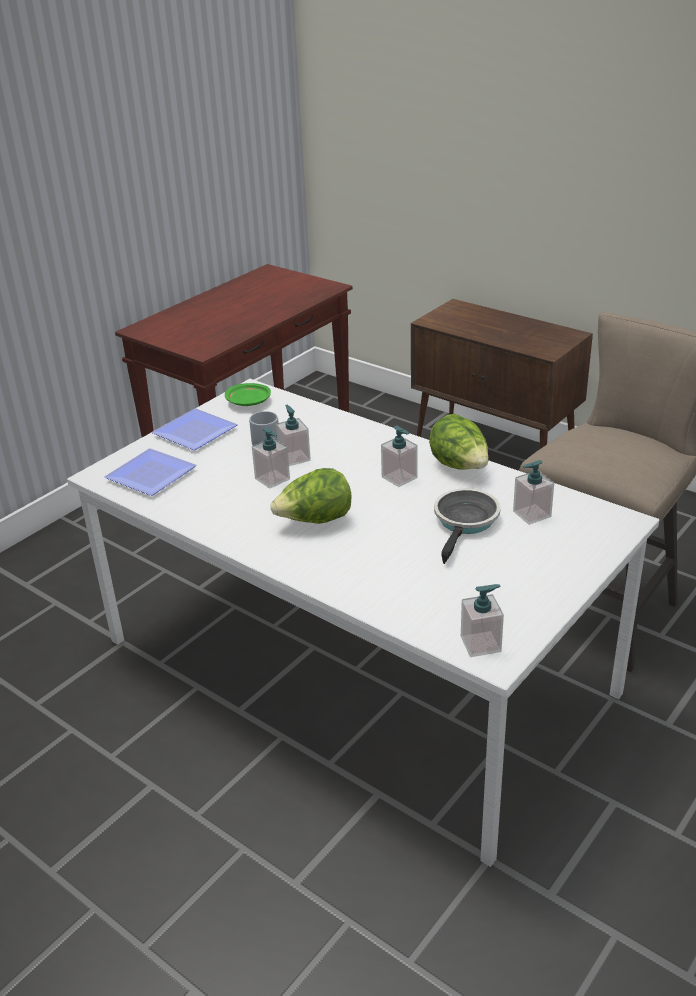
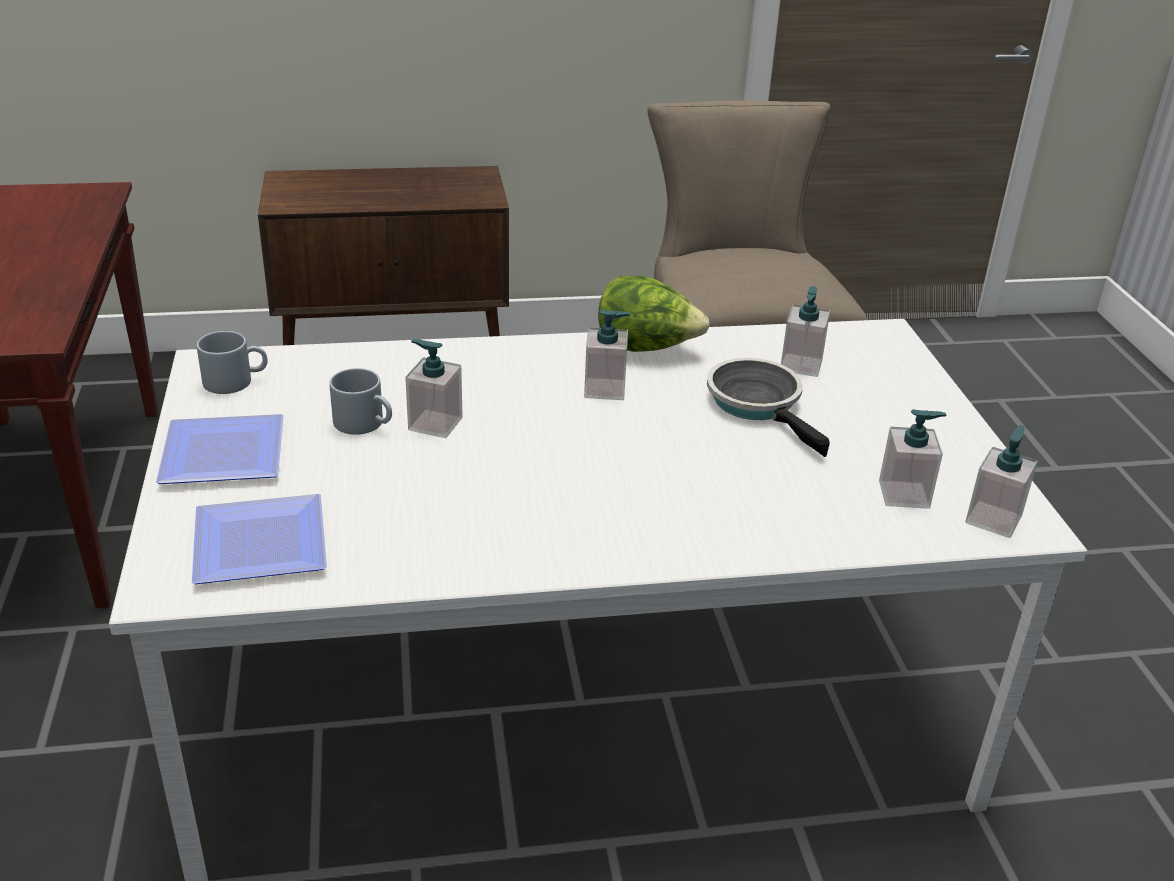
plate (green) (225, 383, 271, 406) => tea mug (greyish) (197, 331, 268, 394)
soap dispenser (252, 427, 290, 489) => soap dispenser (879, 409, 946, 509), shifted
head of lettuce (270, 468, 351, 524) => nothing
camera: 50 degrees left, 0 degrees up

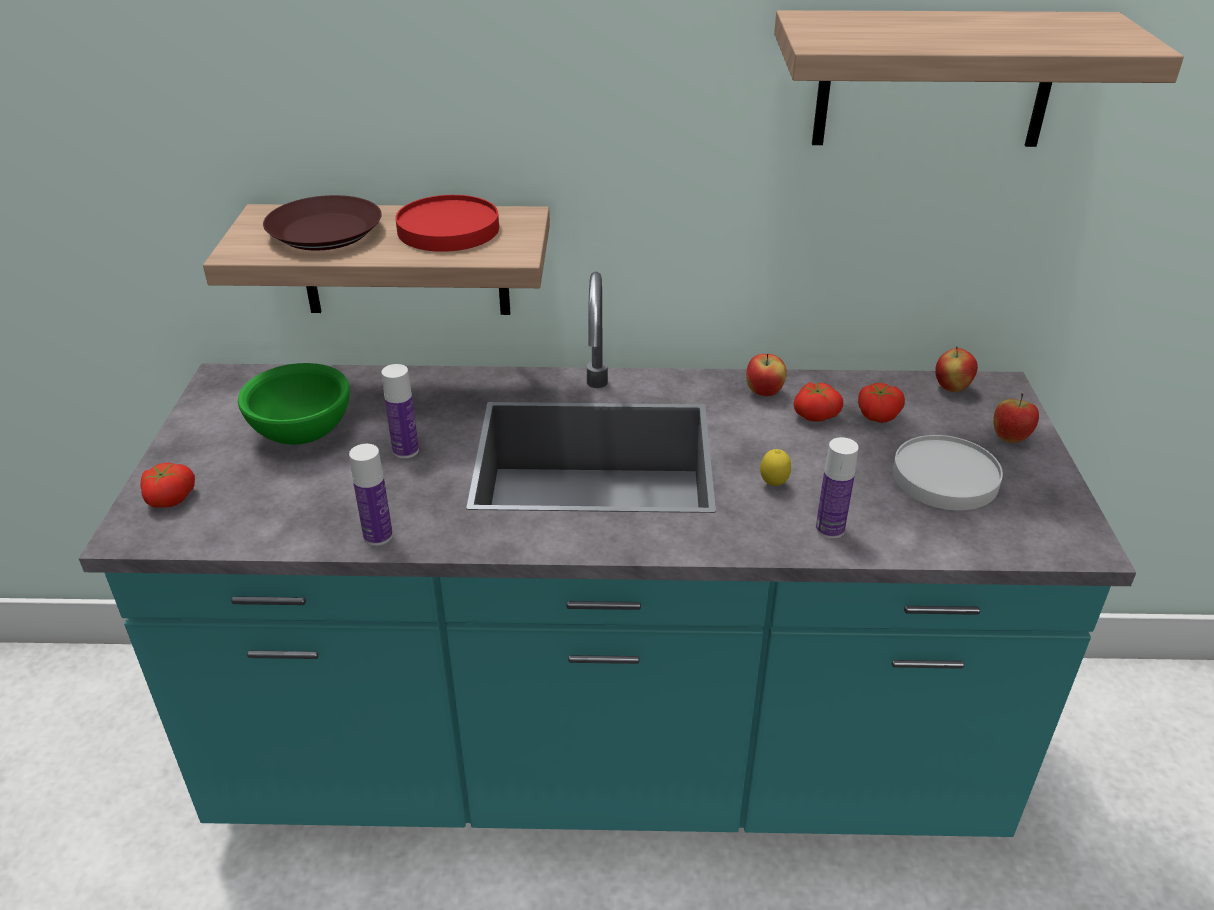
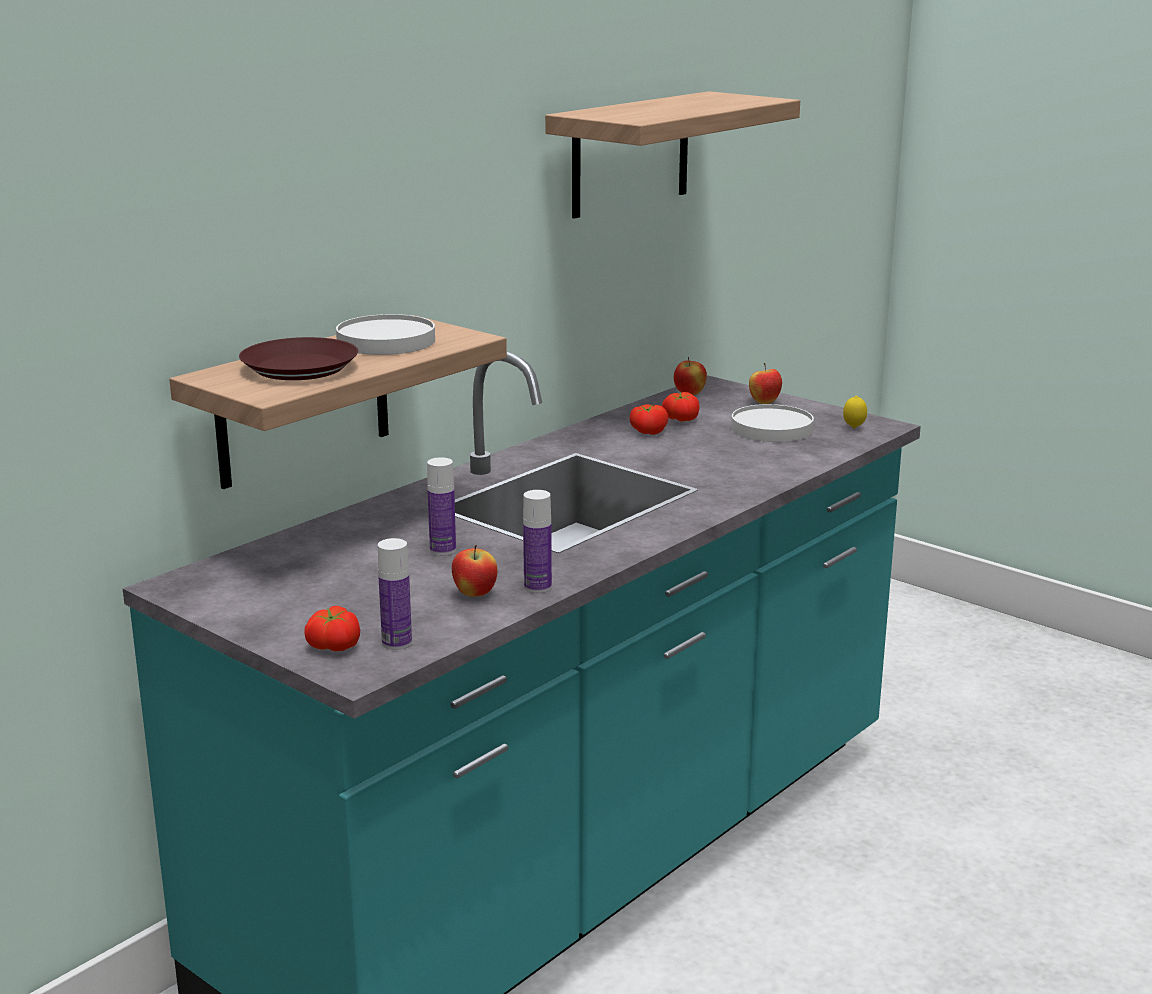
plate (red) (395, 195, 499, 252) => plate (white-coloured) (336, 314, 435, 355)
bottle (816, 437, 859, 539) => bottle (378, 538, 412, 650), shifted
whole apple (746, 354, 787, 396) => whole apple (452, 545, 497, 597), shifted
lemon (760, 449, 791, 486) => lemon (843, 396, 867, 428), shifted
bowl (green) (238, 363, 350, 445) => nothing
camera: 50 degrees left, 15 degrees down

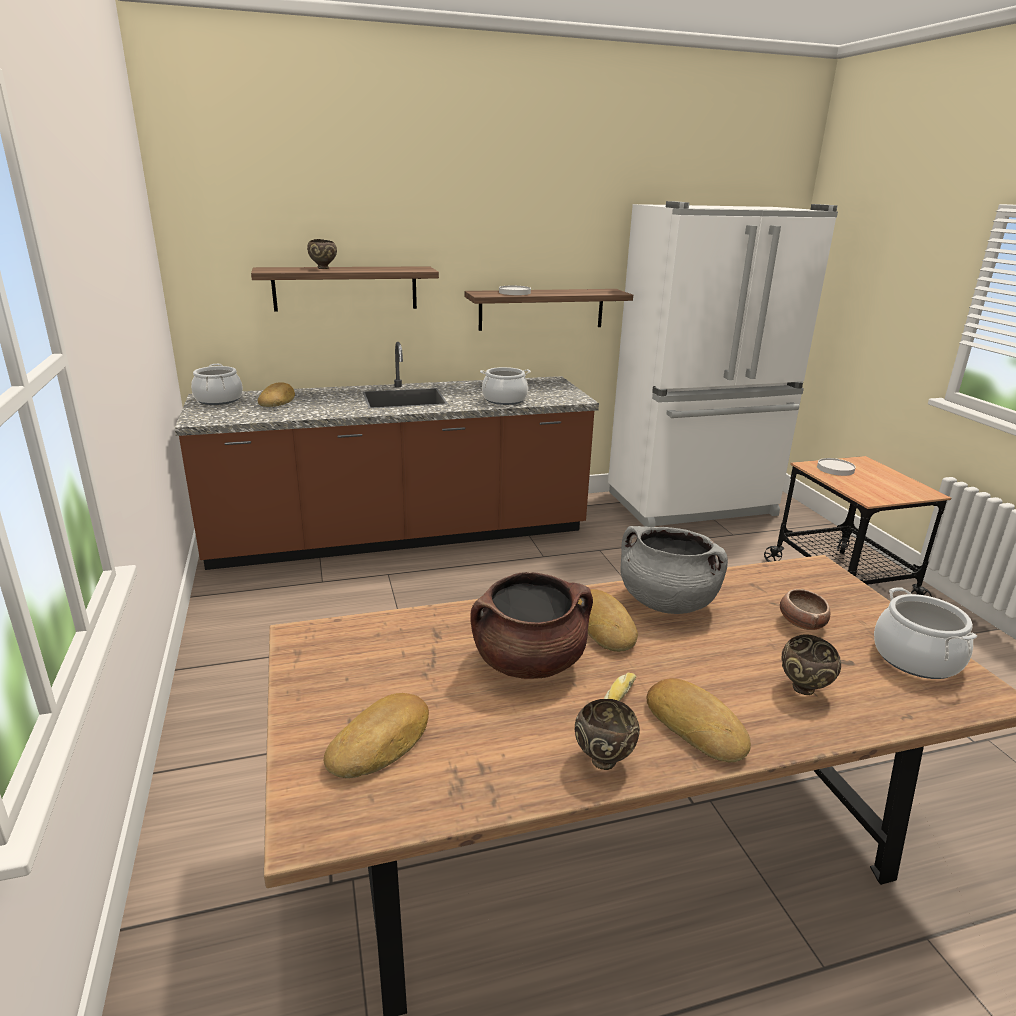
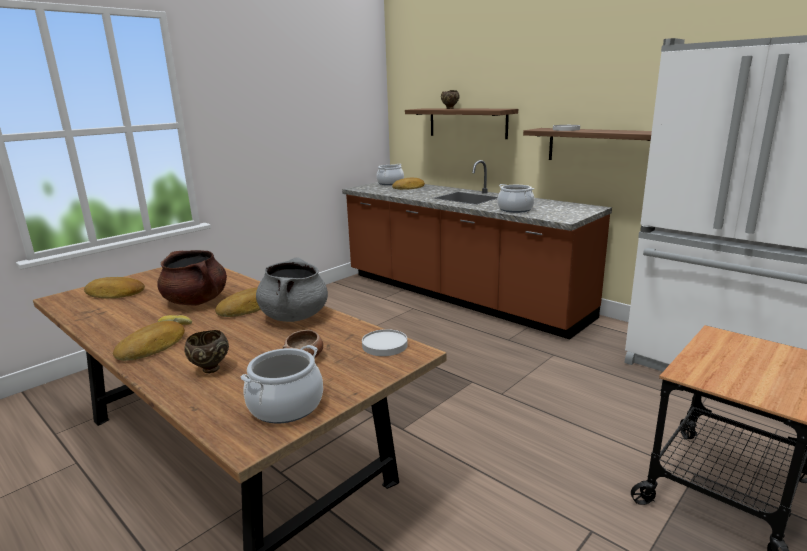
plate (white-coloured) (817, 458, 856, 476) => plate (white-coloured) (362, 329, 408, 356), shifted
bowl (brownish) (575, 699, 640, 770) => nothing
camera: 60 degrees right, 5 degrees down

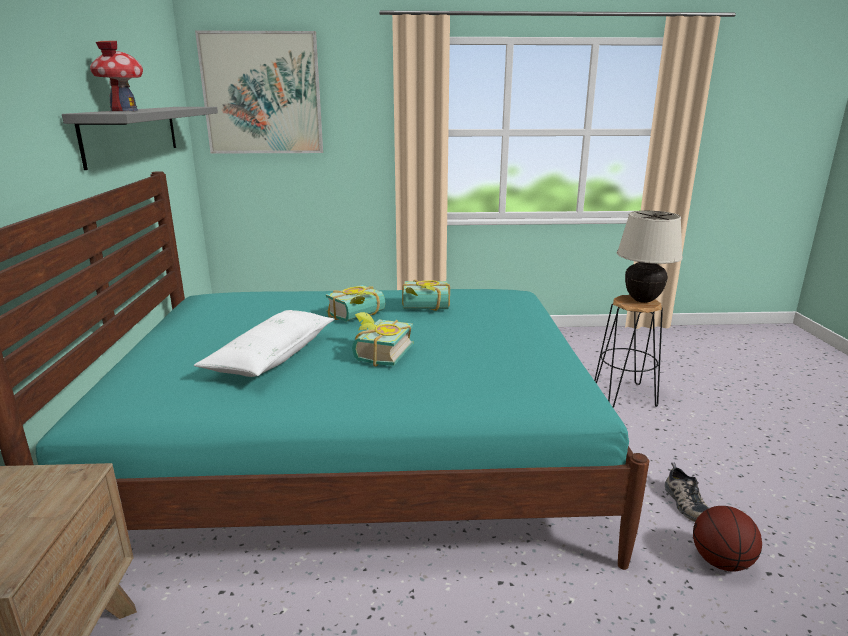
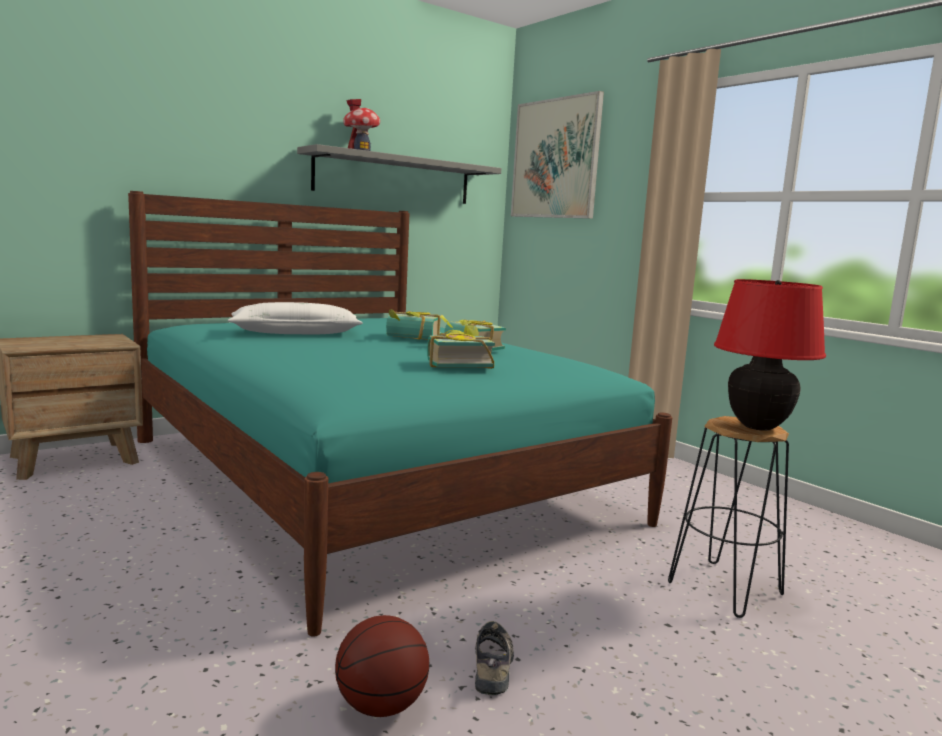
book (352, 312, 413, 367) => book (427, 324, 495, 369), shifted
shoe (665, 462, 709, 522) => shoe (475, 621, 514, 695), 135 degrees clockwise
lamp for a table (sand-coloured) (617, 210, 683, 303) => lamp for a table (red) (714, 279, 826, 431)
camera: 55 degrees right, 10 degrees down

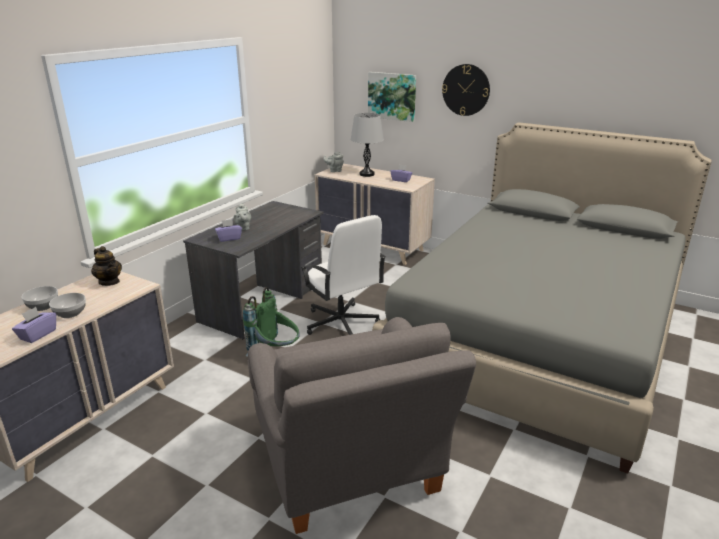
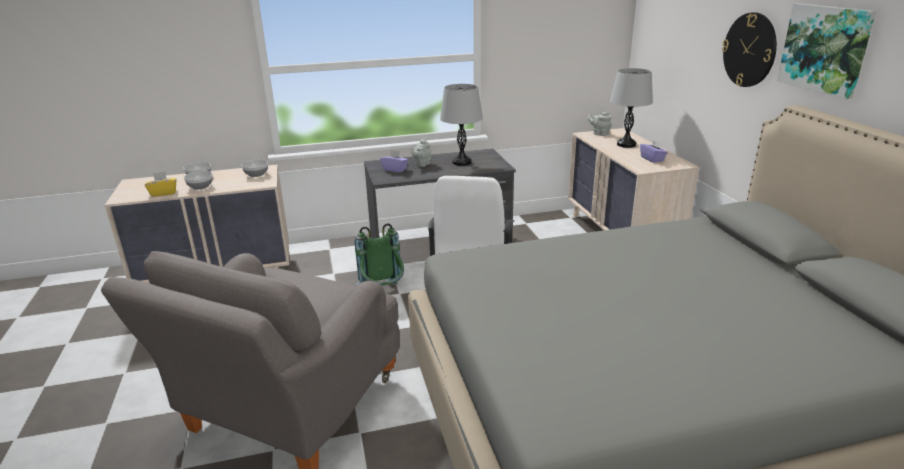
box of tissues (purple) (12, 307, 56, 343) => box of tissues (yellow-coloured) (145, 171, 177, 197)
teapot (91, 246, 122, 286) => bowl (241, 159, 268, 177)
nothing => lamp for a table (greyish) (440, 84, 483, 166)
wall art (368, 72, 416, 122) => wall art (777, 3, 876, 99), shifted
camera: 45 degrees right, 0 degrees up

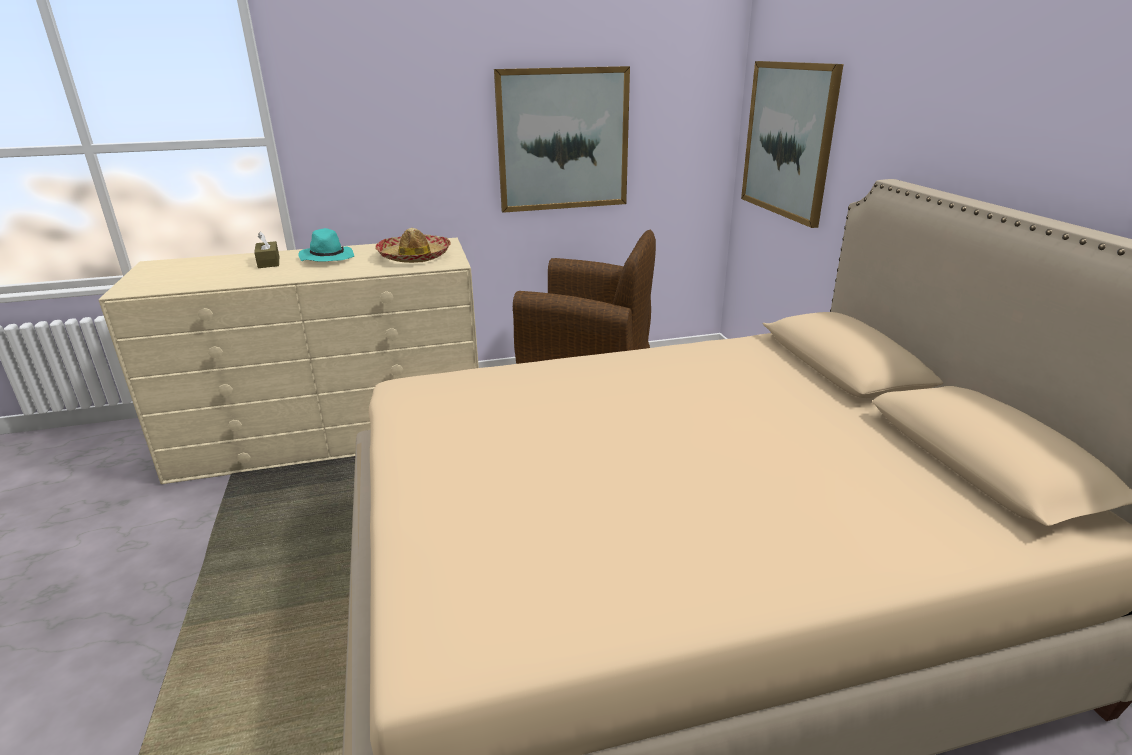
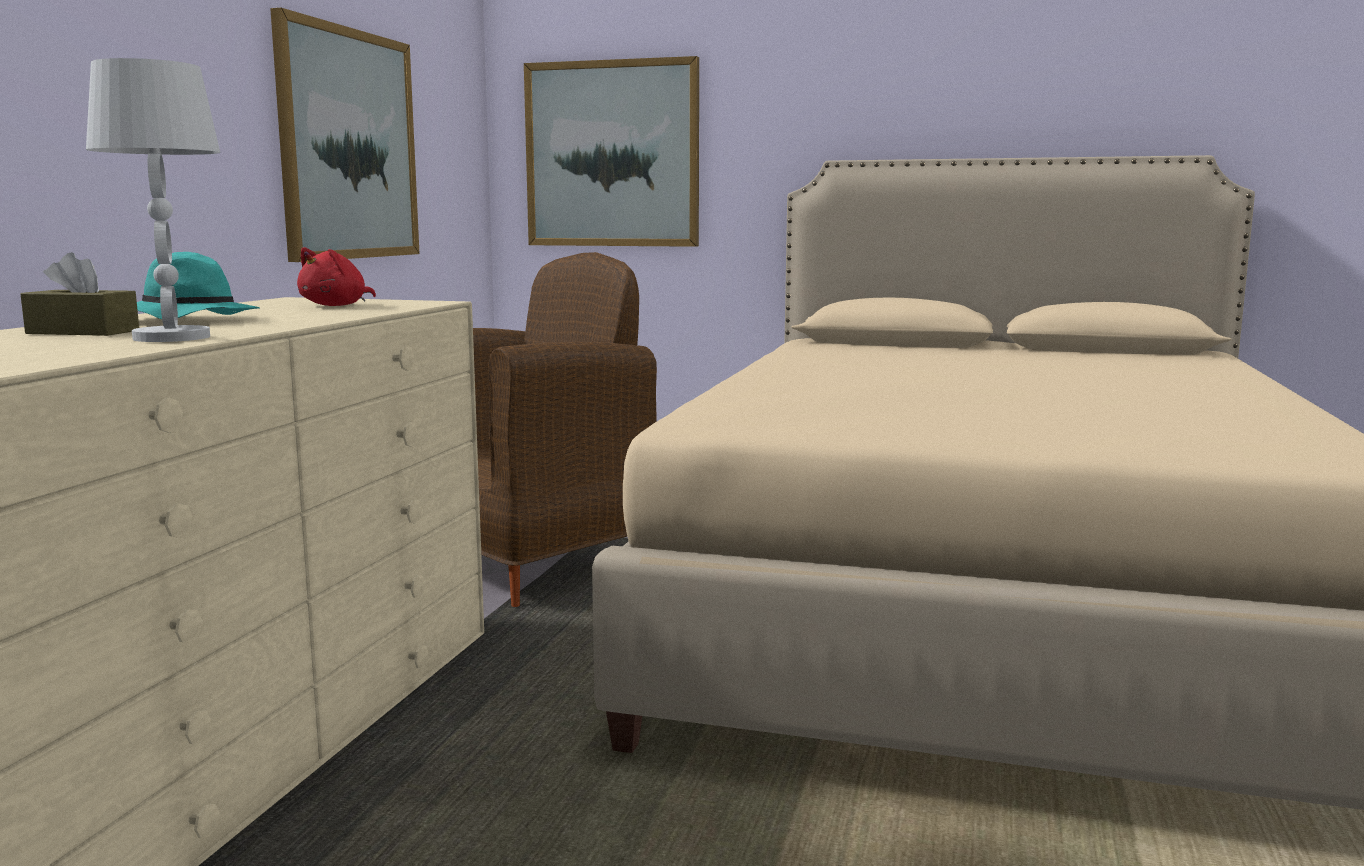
nothing => lamp for a table (white-coloured) (86, 58, 220, 342)
hat (375, 228, 451, 263) => cuddly toy (red) (297, 247, 376, 306)
camera: 60 degrees left, 15 degrees down

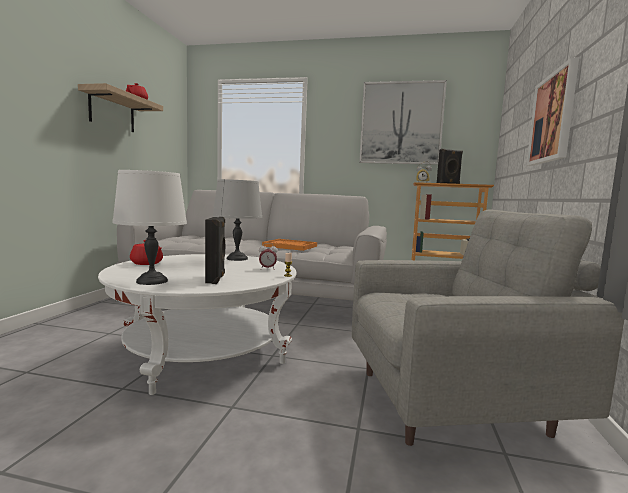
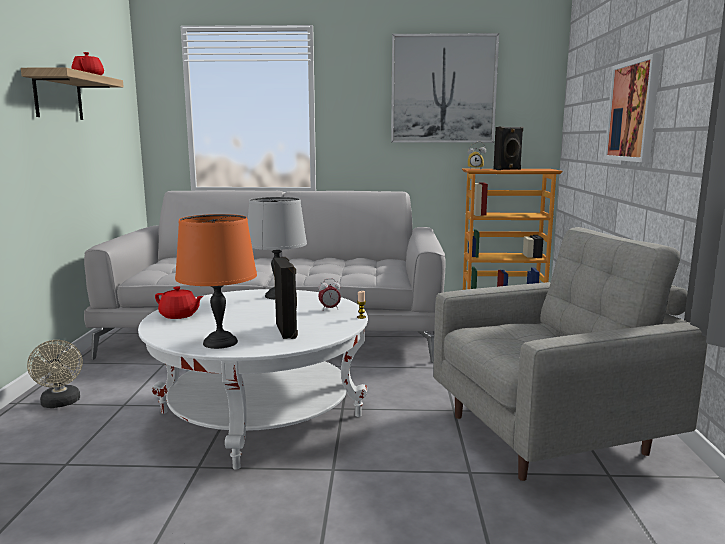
nothing => cooling fan (sand-coloured) (27, 340, 83, 408)
lamp for a table (white-coloured) (112, 170, 187, 285) => lamp for a table (orange) (175, 214, 257, 349)
tray (orange) (262, 239, 317, 251) => nothing
camera: 10 degrees left, 5 degrees up

